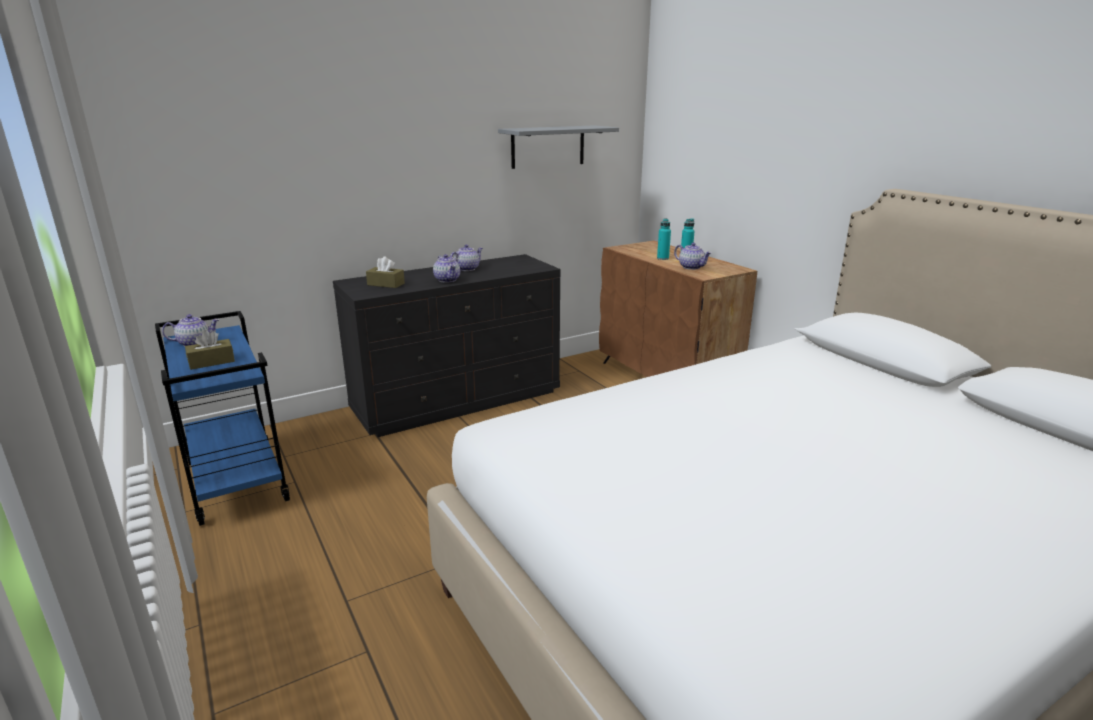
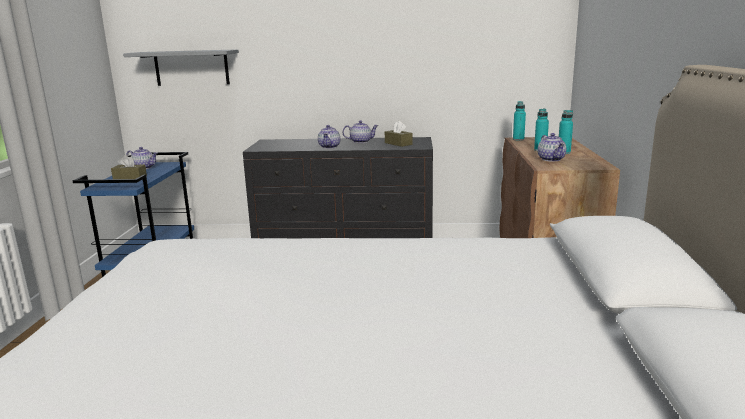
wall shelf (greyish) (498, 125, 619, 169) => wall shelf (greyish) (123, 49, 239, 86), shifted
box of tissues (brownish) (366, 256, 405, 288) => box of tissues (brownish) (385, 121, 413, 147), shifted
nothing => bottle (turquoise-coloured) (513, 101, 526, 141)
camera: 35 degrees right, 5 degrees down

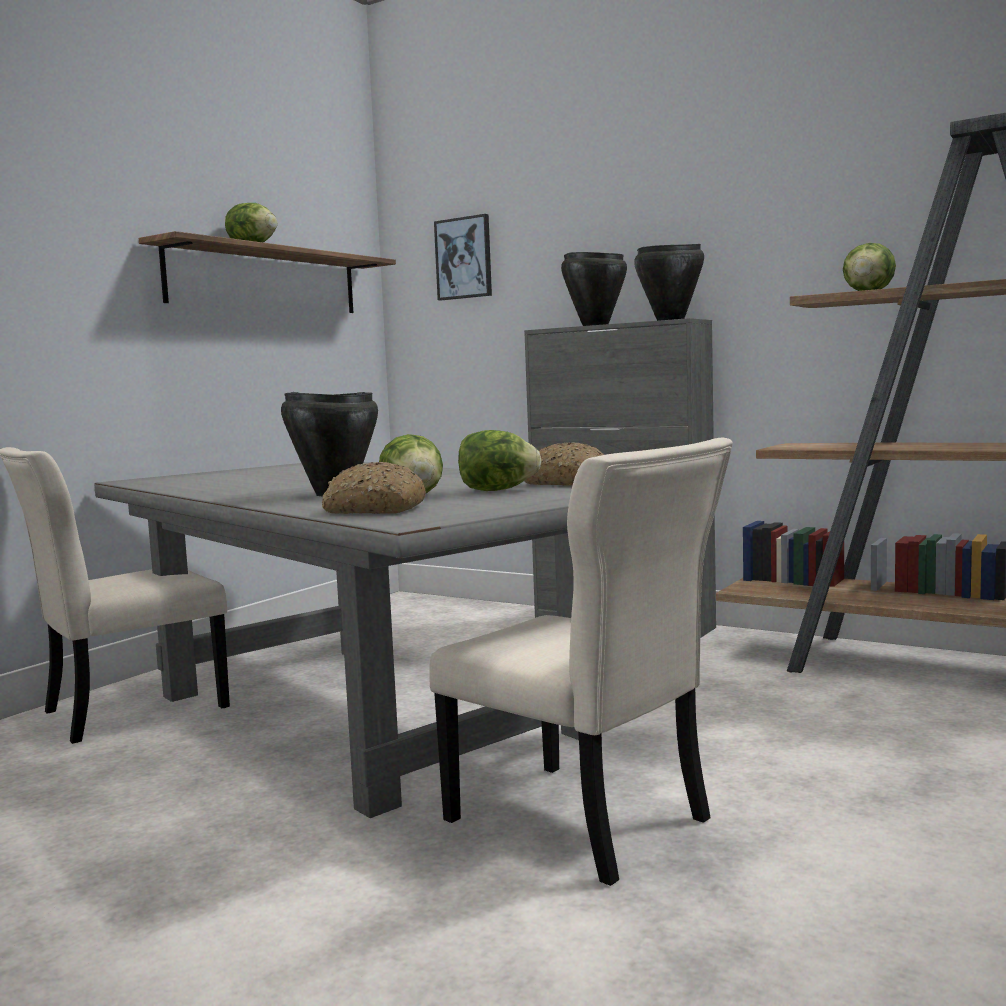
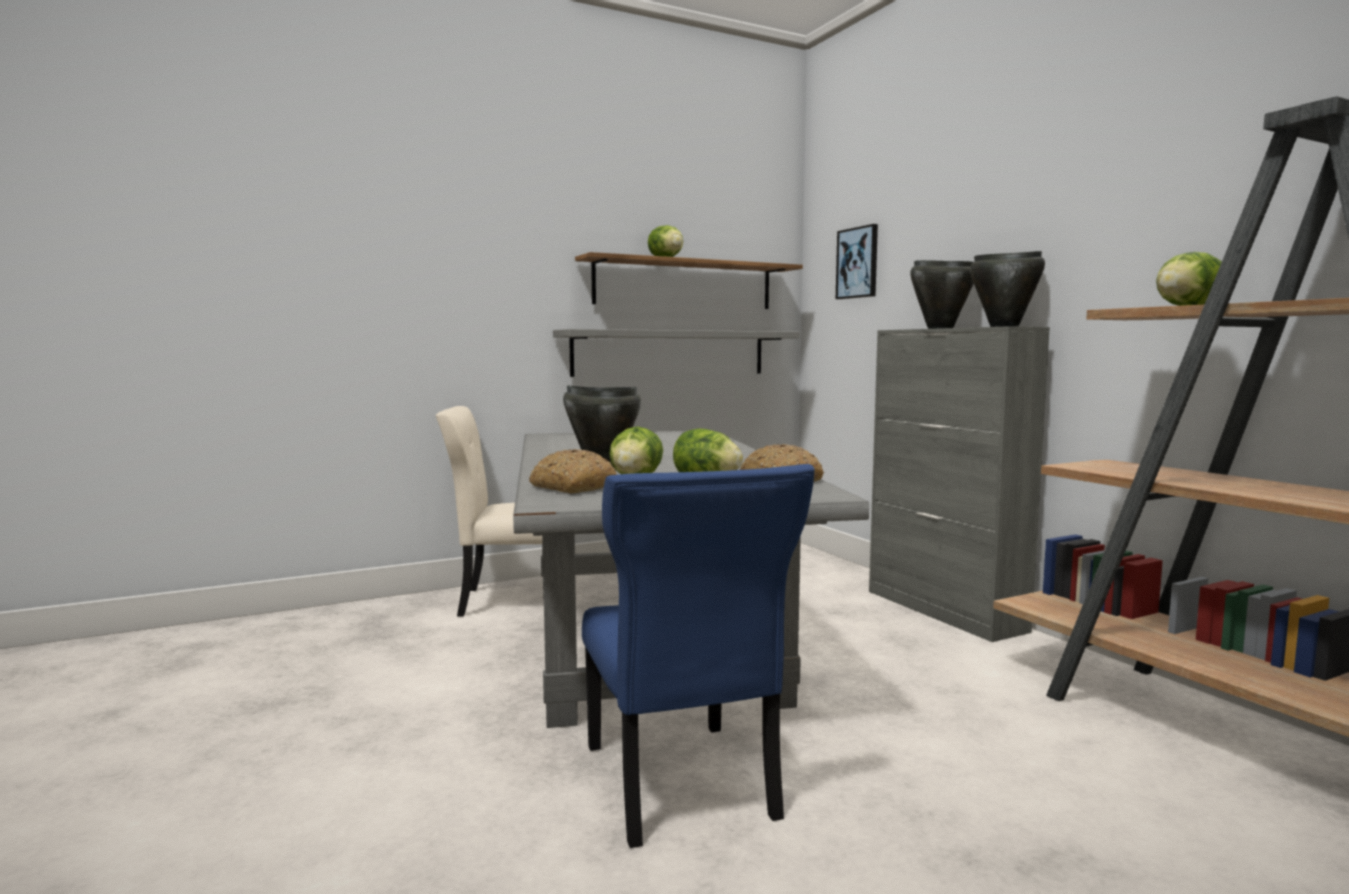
nothing => wall shelf (greyish) (553, 329, 800, 377)
chair (sand-coloured) (429, 438, 733, 886) => chair (blue-coloured) (582, 464, 815, 848)
camera: 30 degrees right, 0 degrees up

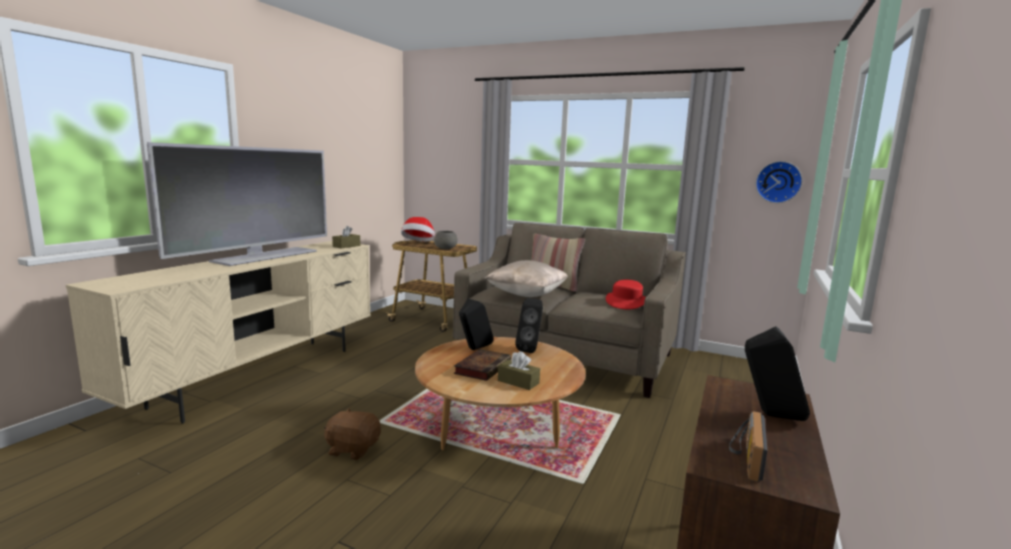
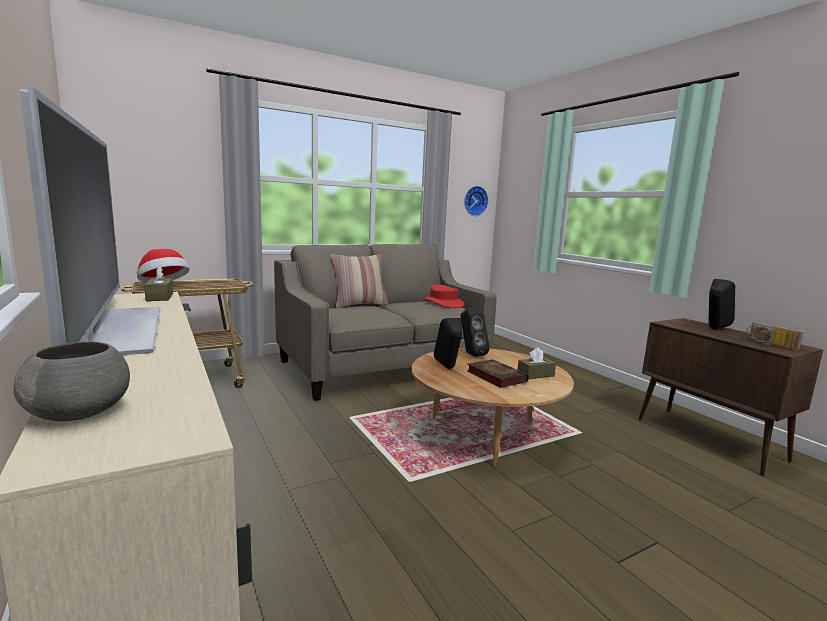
bowl (greyish) (434, 231, 458, 249) => bowl (greyish) (13, 341, 130, 421), shifted
cuddly toy (brownish) (324, 408, 381, 460) => nothing
cushion (sand-coloured) (485, 260, 568, 297) => nothing
camera: 55 degrees left, 0 degrees up

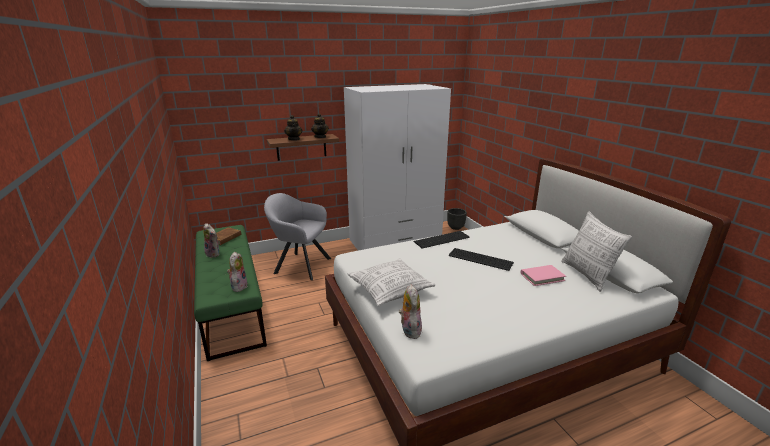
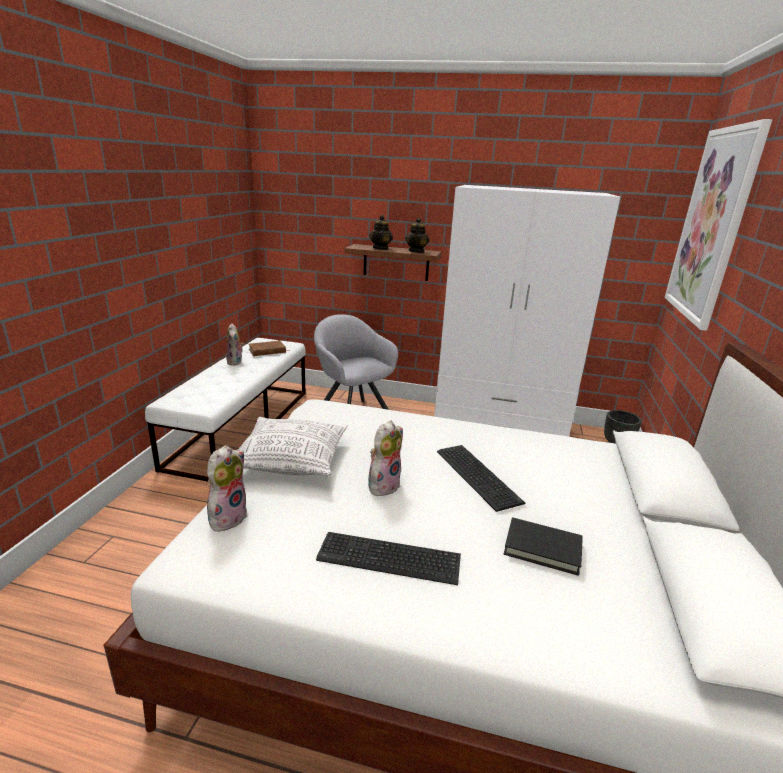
long seat (green) (194, 225, 267, 361) => long seat (white-coloured) (145, 338, 306, 482)
PC keyboard (413, 231, 469, 249) => PC keyboard (316, 532, 461, 585), shifted
cuddly toy (227, 252, 248, 292) => cuddly toy (368, 420, 403, 496), shifted
book (pink) (521, 265, 566, 286) => book (black) (504, 517, 583, 576)
nothing => wall art (665, 119, 773, 331)
cushion (561, 211, 632, 292) => nothing
camera: 35 degrees right, 0 degrees up

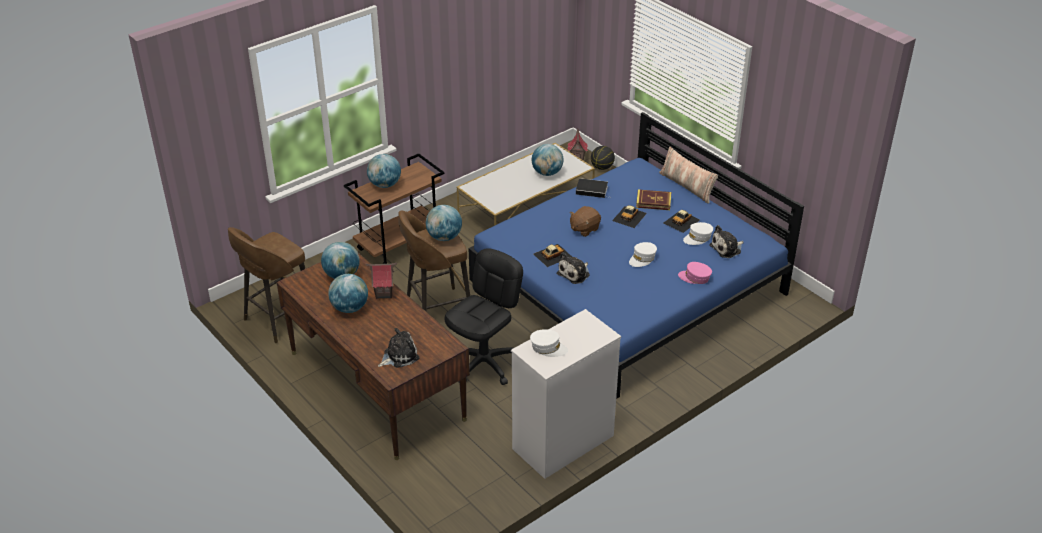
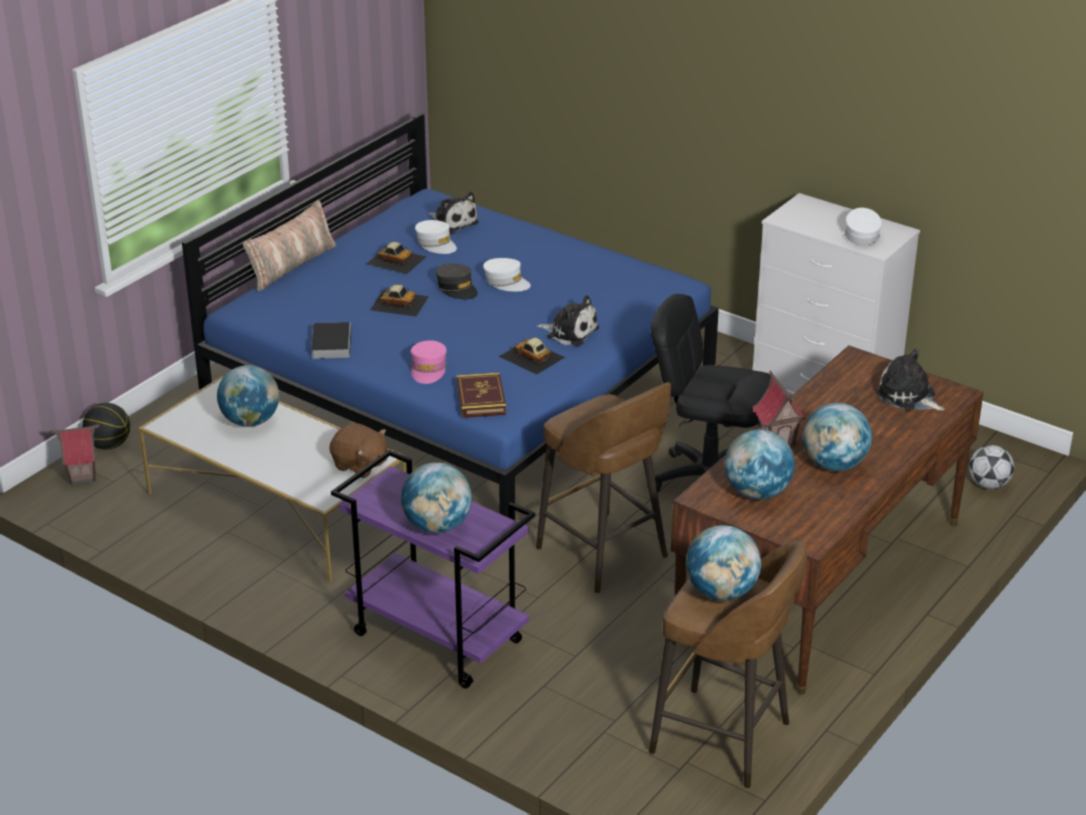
cuddly toy (brownish) (570, 206, 601, 237) => cuddly toy (brownish) (329, 423, 388, 478), shifted
wheeled cart (brownish) (344, 153, 444, 264) => wheeled cart (purple) (331, 450, 535, 689)
cap (pink) (678, 262, 712, 284) => cap (pink) (411, 340, 447, 384), shifted
nothing => cap (greyish) (436, 263, 478, 300)
book (636, 189, 671, 210) => book (457, 373, 506, 418), shifted
world globe (426, 205, 462, 241) => world globe (686, 525, 761, 601), shifted
nothing => football ball (969, 445, 1014, 489)
camera: 105 degrees left, 5 degrees down

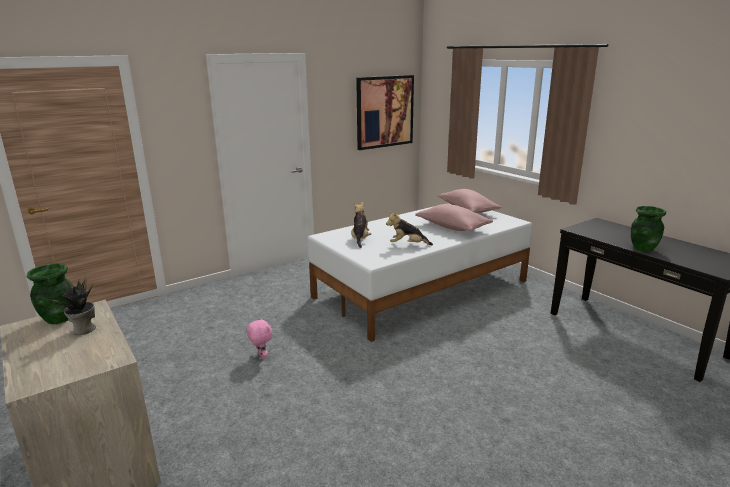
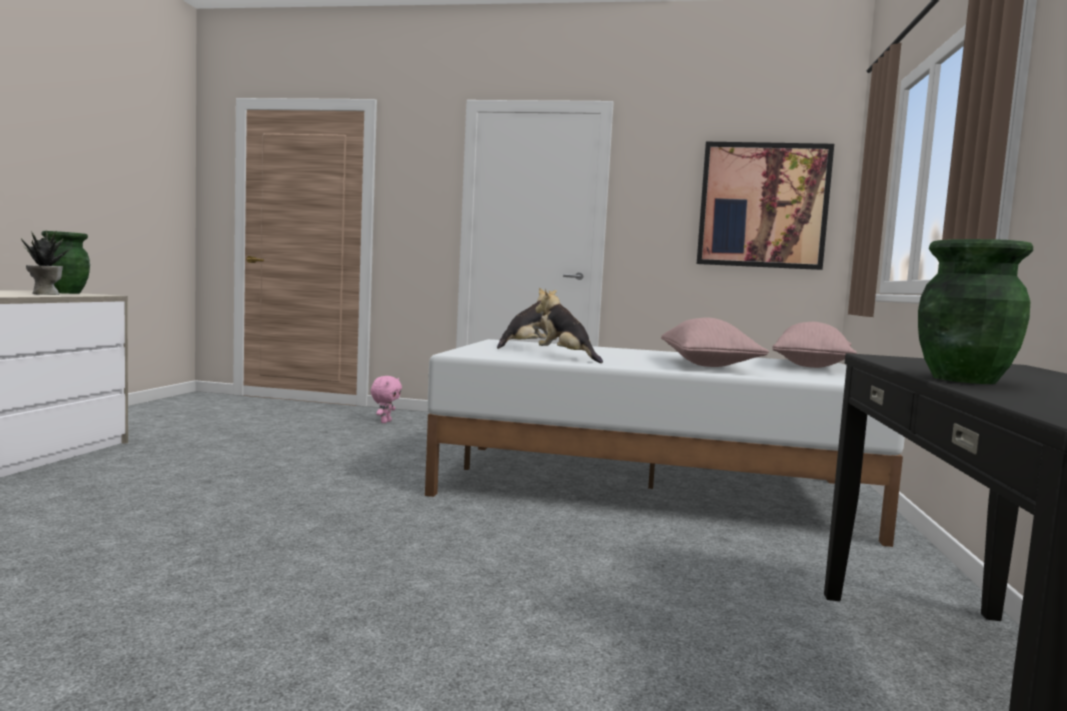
cuddly toy (pink) (246, 317, 272, 359) => cuddly toy (pink) (371, 376, 402, 423), shifted
camera: 45 degrees right, 15 degrees down

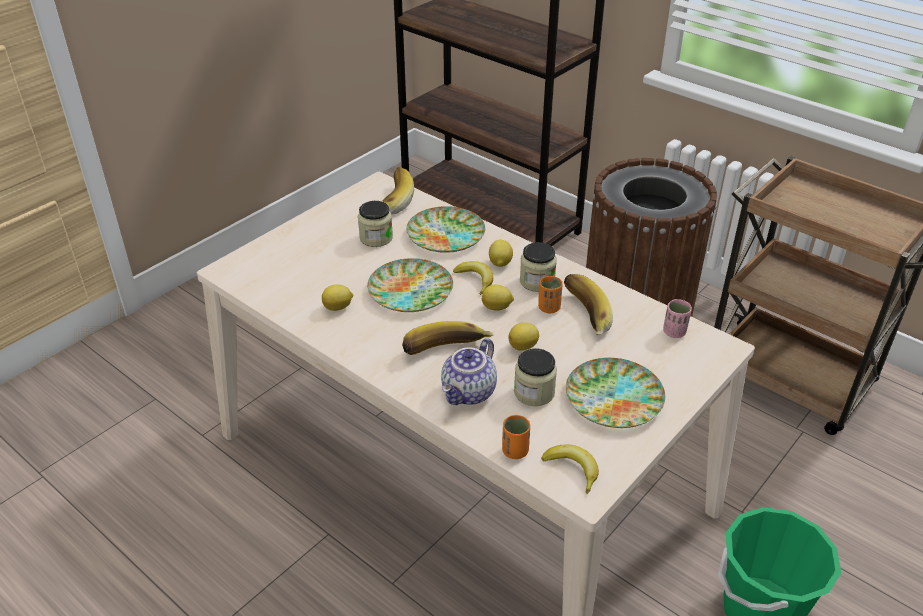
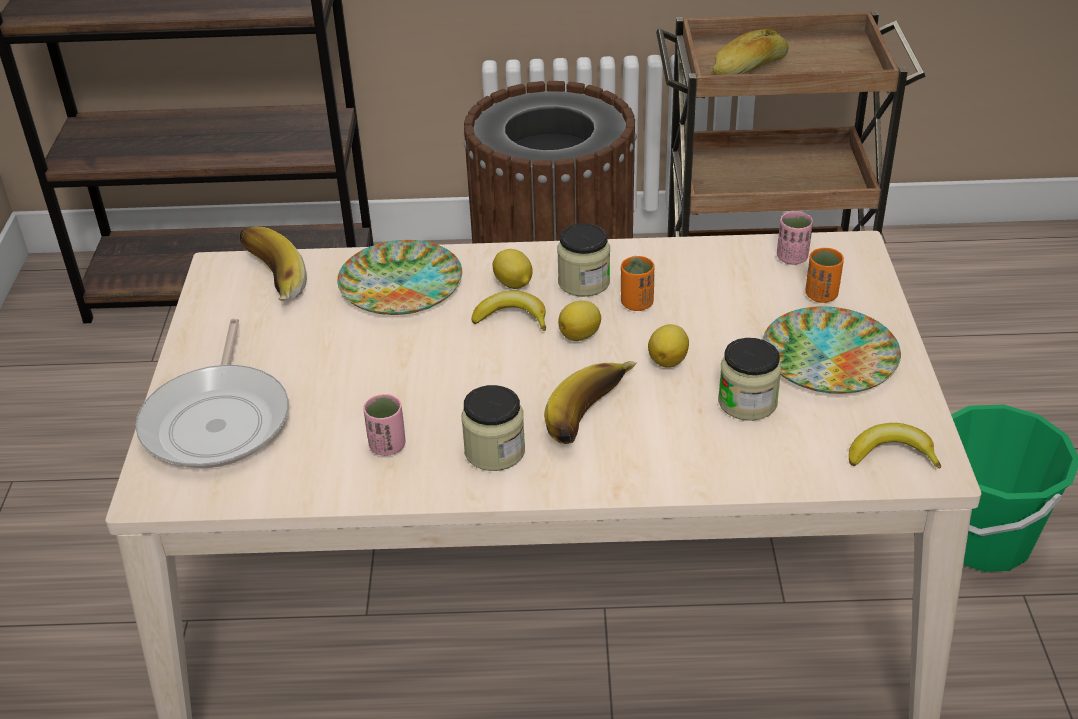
nothing => skillet (135, 318, 289, 468)
lemon (322, 285, 353, 311) => small cup (pink) (364, 394, 406, 456)
storage jar (358, 201, 393, 247) => storage jar (461, 385, 525, 471), shifted
nothing => bread (713, 28, 789, 75)
small cup (orange) (502, 415, 530, 459) => small cup (orange) (805, 248, 844, 303), shifted
plate (367, 258, 453, 312) => nothing
teapot (441, 338, 497, 405) => nothing
banana (564, 274, 613, 335) => nothing
camera: 40 degrees left, 0 degrees up

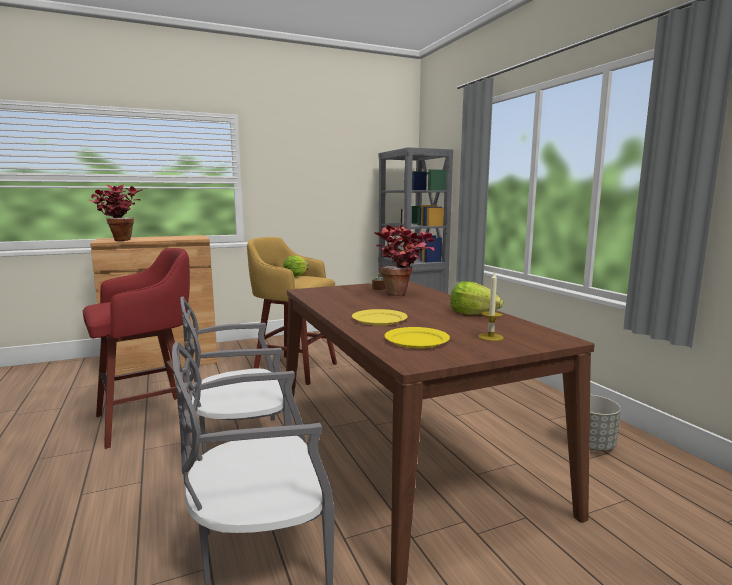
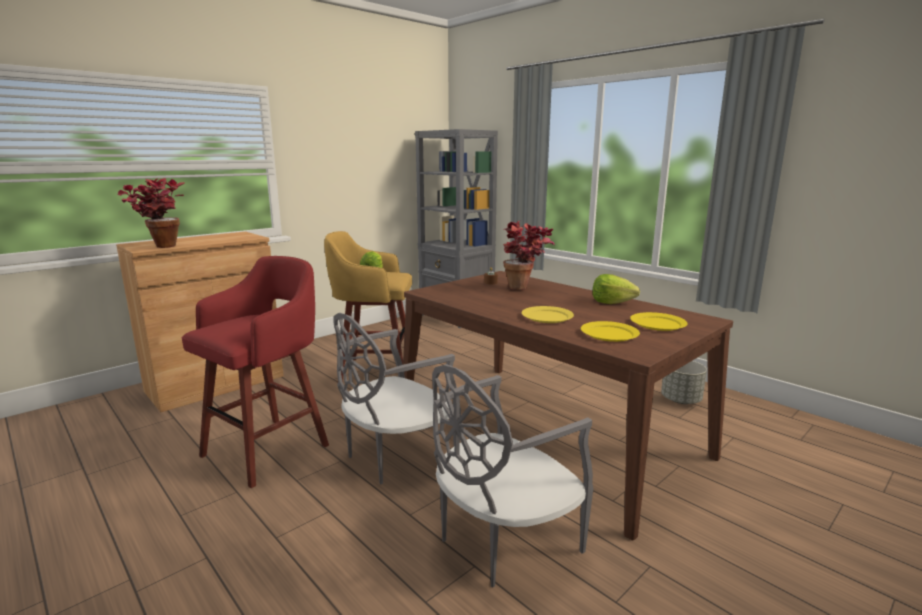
wax candle (478, 271, 504, 341) => plate (yellow-coloured) (630, 312, 688, 331)
camera: 20 degrees left, 5 degrees up

